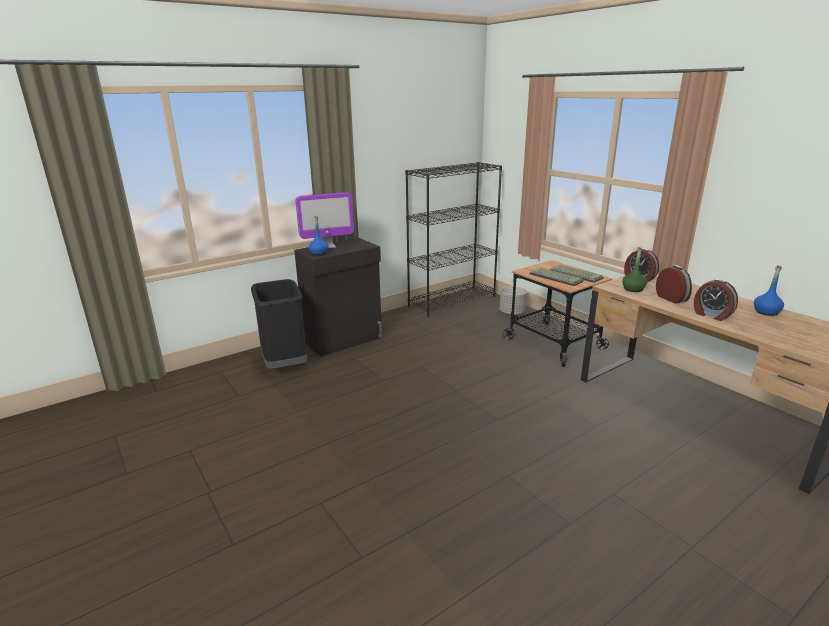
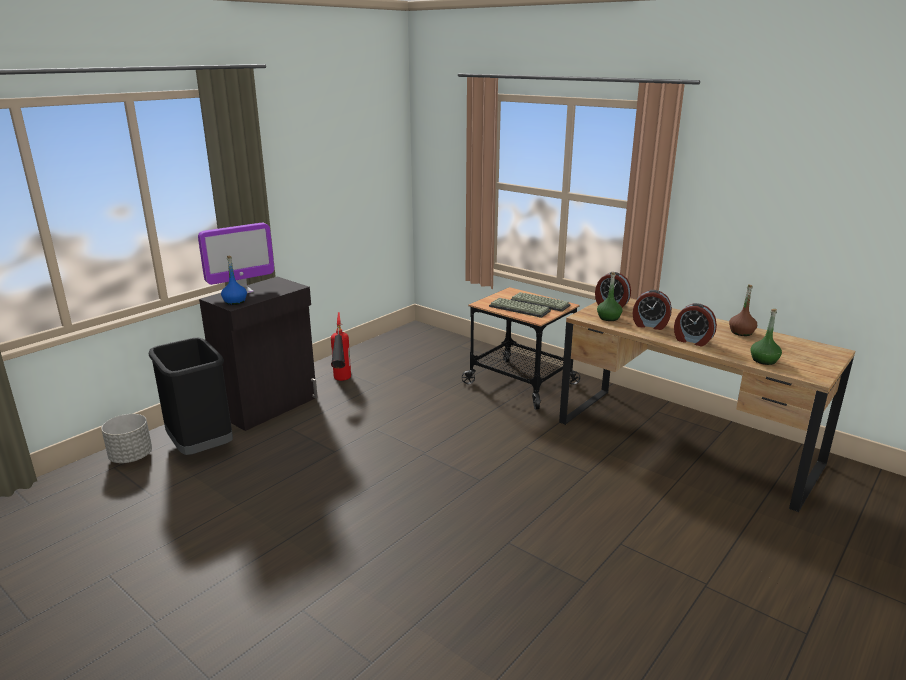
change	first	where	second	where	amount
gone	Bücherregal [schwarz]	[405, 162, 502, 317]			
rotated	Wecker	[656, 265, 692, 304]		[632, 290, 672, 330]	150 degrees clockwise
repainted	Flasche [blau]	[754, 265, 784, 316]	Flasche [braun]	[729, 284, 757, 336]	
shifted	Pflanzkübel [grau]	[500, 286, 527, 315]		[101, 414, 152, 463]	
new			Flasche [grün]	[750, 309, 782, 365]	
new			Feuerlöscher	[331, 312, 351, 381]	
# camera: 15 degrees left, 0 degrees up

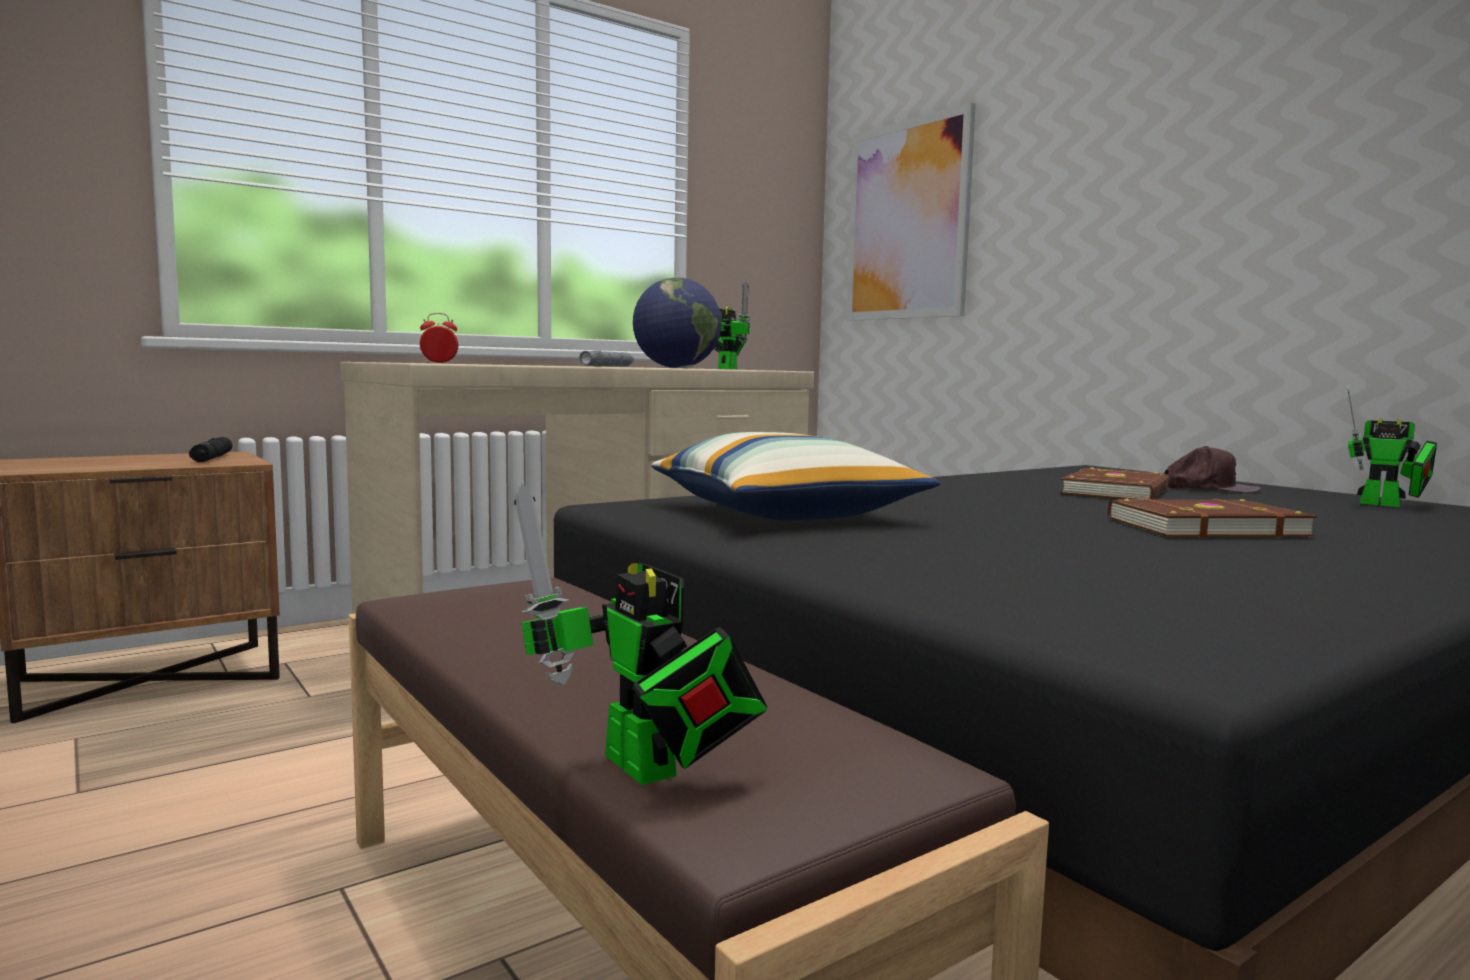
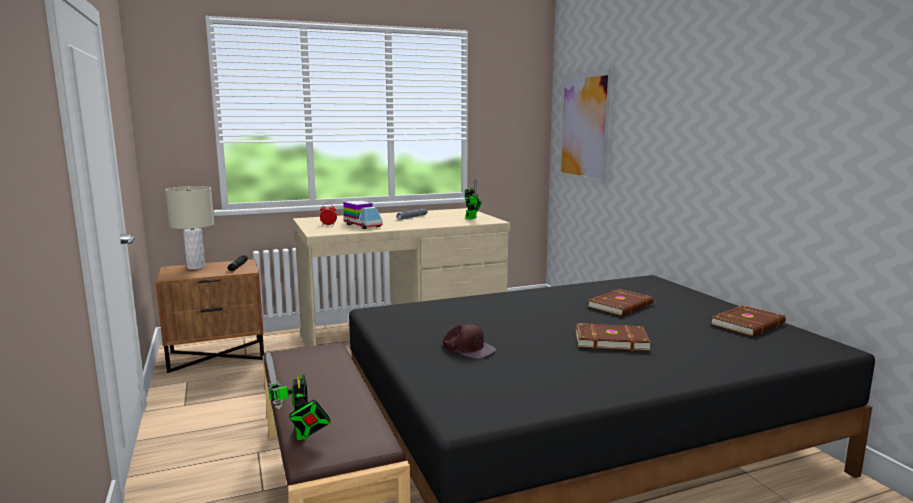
change	first	where	second	where	amount
gone	Globus	[633, 277, 722, 368]			
swapped	Spielzeugroboter	[1347, 385, 1437, 507]	Buch [braun]	[710, 305, 786, 337]	
gone	Kissen	[651, 432, 940, 520]			
shifted	Kappe [braun]	[1164, 446, 1261, 493]		[443, 323, 496, 359]	
new			Tischlampe [beige]	[165, 186, 214, 269]	
new			Spielzeuglaster	[343, 200, 383, 229]	
# camera: 15 degrees right, 5 degrees up

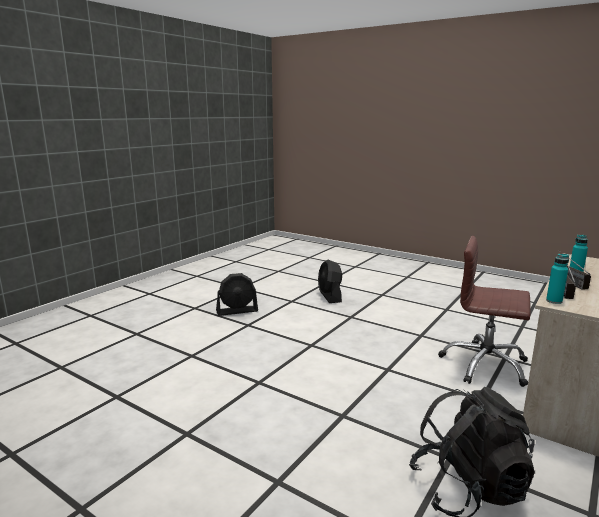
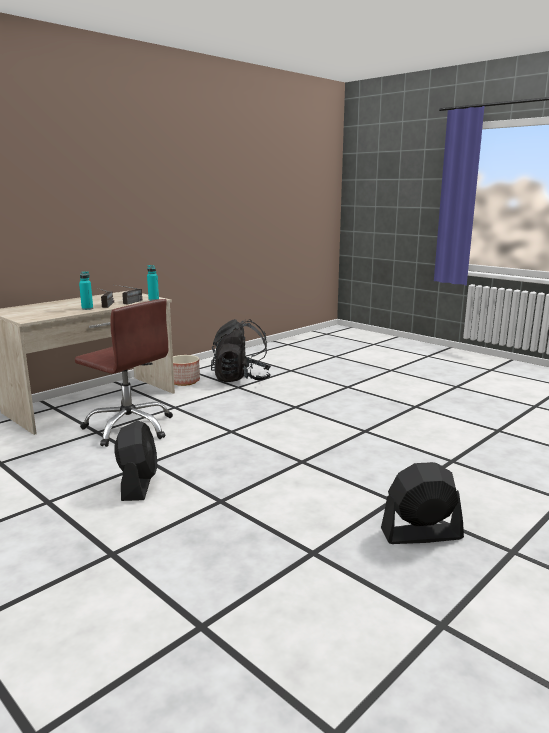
change	first	where	second	where	amount
shifted	Ventilator [schwarz]	[318, 260, 342, 303]		[114, 420, 157, 501]	
new			Pflanzkübel	[173, 355, 200, 386]	
# camera: 170 degrees left, 0 degrees up

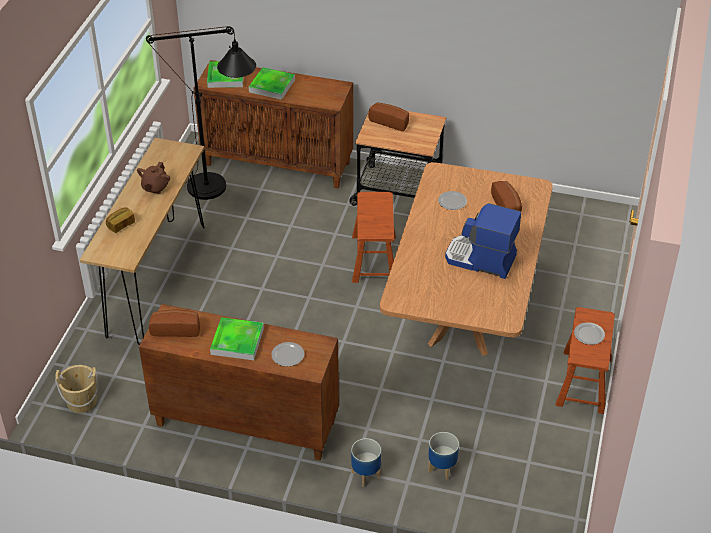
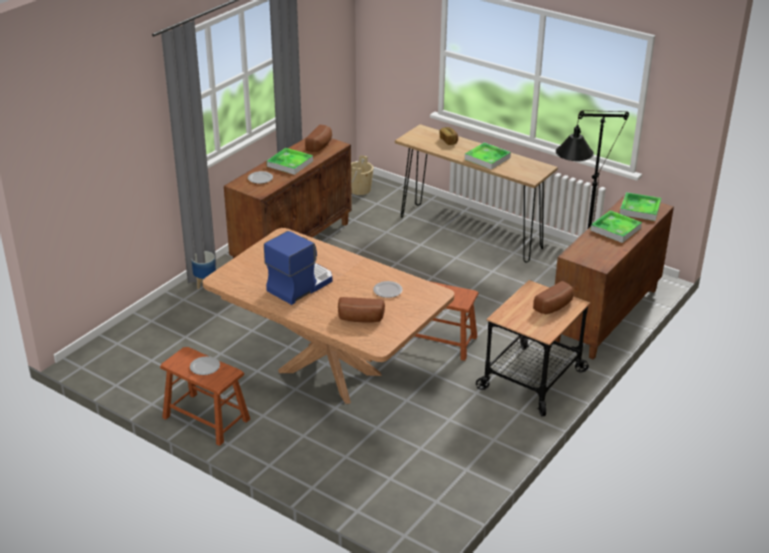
change	first	where	second	where	amount
swapped	Teekanne [braun]	[137, 162, 170, 194]	Tablett	[465, 142, 511, 170]	
gone	Pflanzkübel	[428, 432, 459, 480]			
# camera: 110 degrees right, 10 degrees down

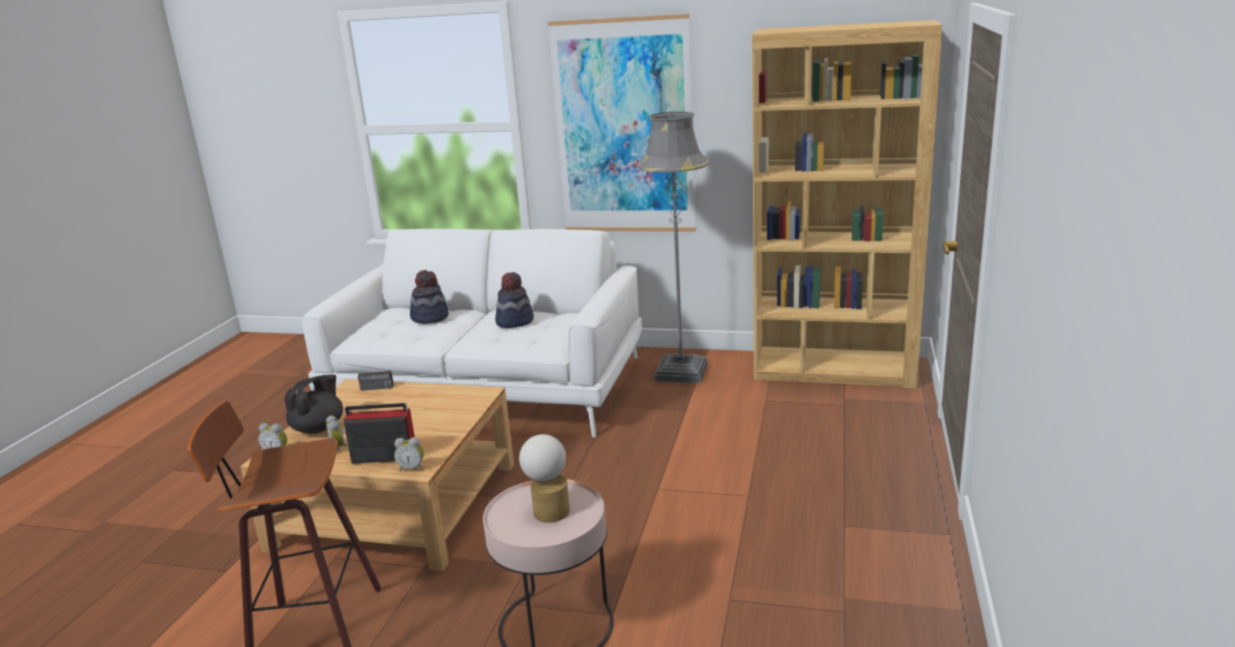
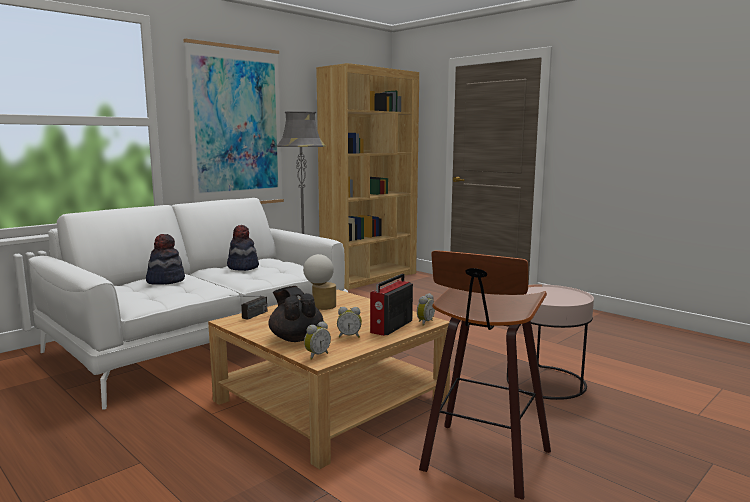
change	first	where	second	where	amount
shifted	Tischlampe	[519, 434, 570, 523]		[303, 254, 336, 310]	
# camera: 60 degrees left, 10 degrees down

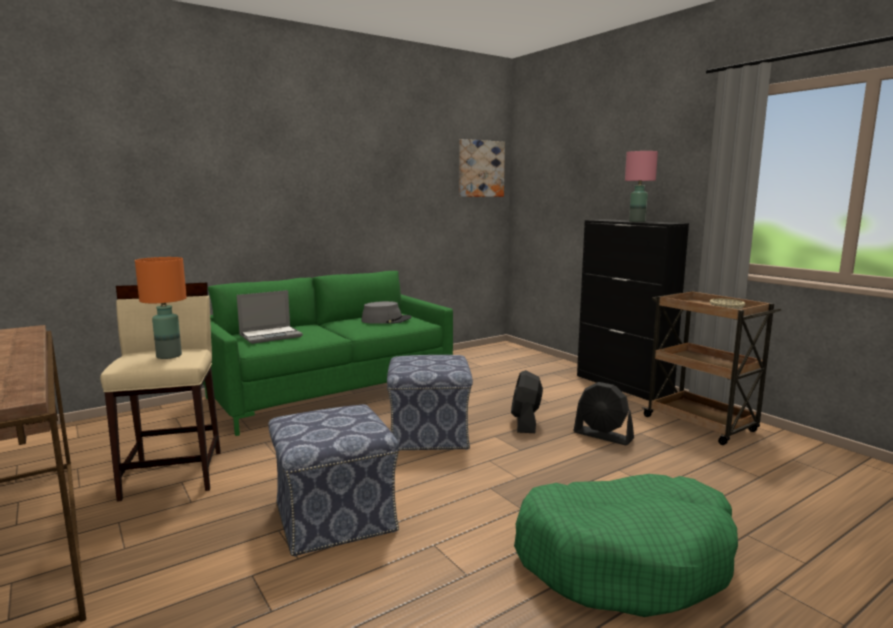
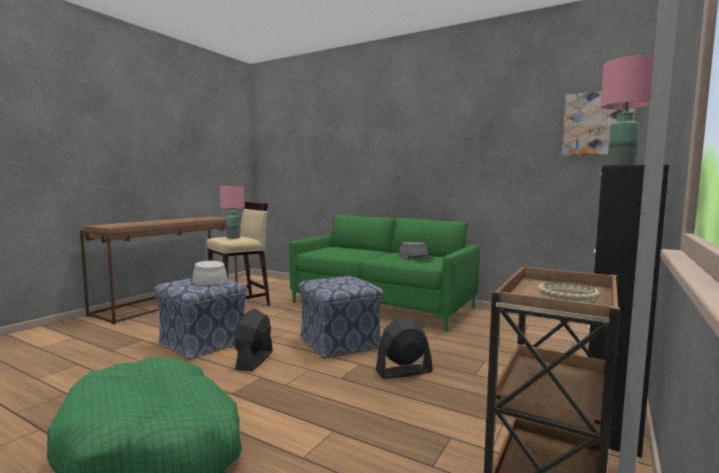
change	first	where	second	where	amount
repainted	Tischlampe [orange]	[135, 257, 187, 359]	Tischlampe [rosa]	[220, 186, 244, 239]	
gone	Laptop	[237, 290, 303, 344]			
shifted	Ventilator [schwarz]	[573, 382, 634, 445]		[234, 309, 273, 371]	
new			Hut [grau]	[191, 261, 228, 285]	
# camera: 65 degrees right, 5 degrees down

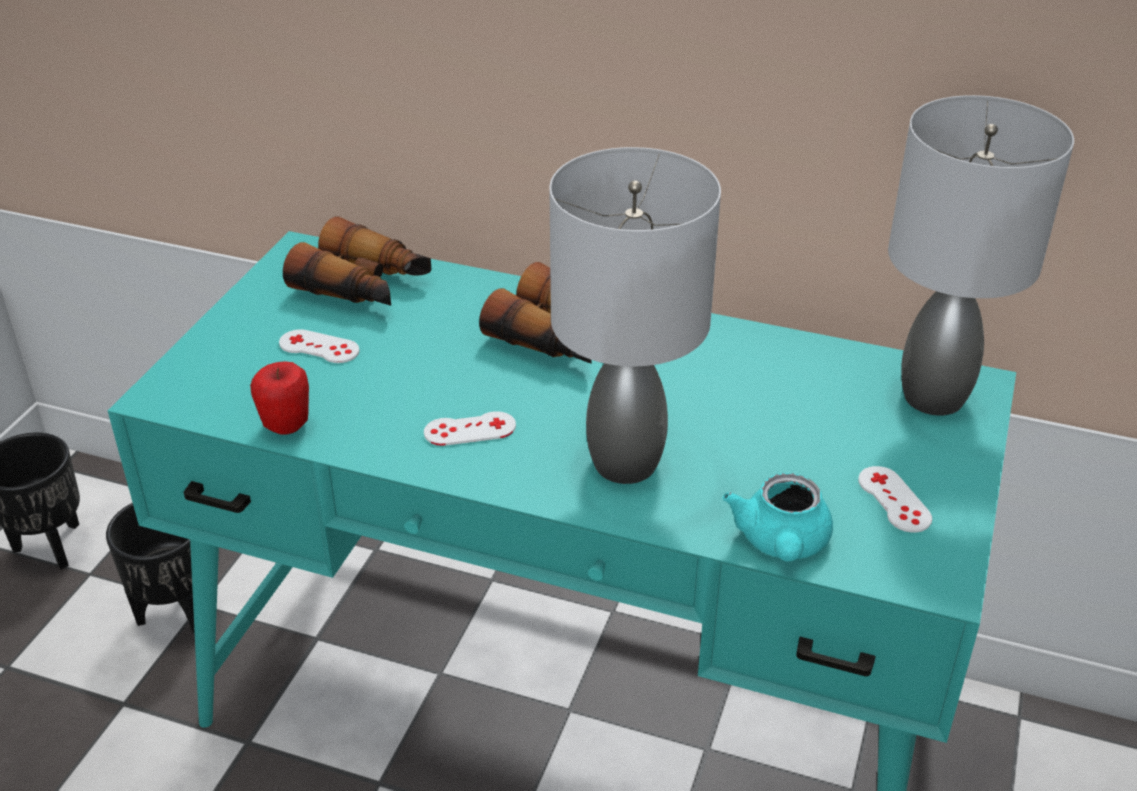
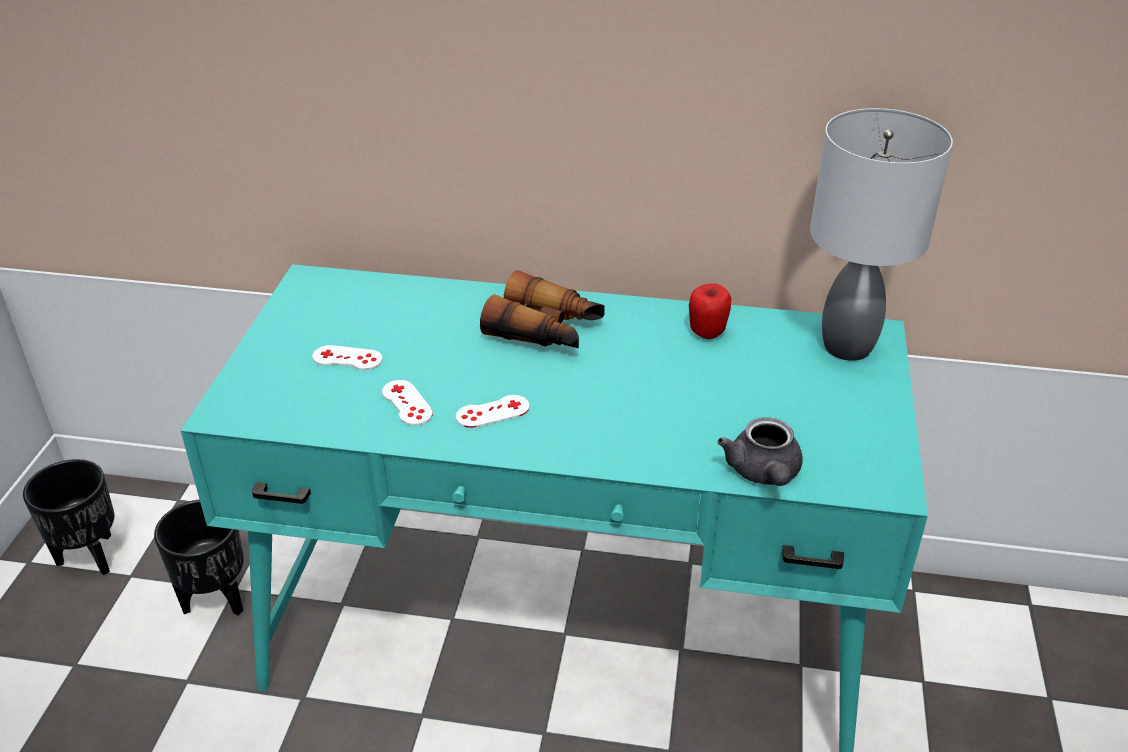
change	first	where	second	where	amount
gone	Tischlampe [grau]	[550, 147, 721, 484]			
gone	Fernglas	[283, 217, 431, 306]			
shifted	Apfel	[250, 361, 309, 435]		[689, 284, 731, 339]	
shifted	Gamepad [weiß]	[858, 466, 932, 533]		[382, 380, 433, 426]	
repainted	Teekanne [türkis]	[722, 473, 833, 562]	Teekanne [grau]	[717, 417, 803, 486]	
# camera: 10 degrees left, 0 degrees up

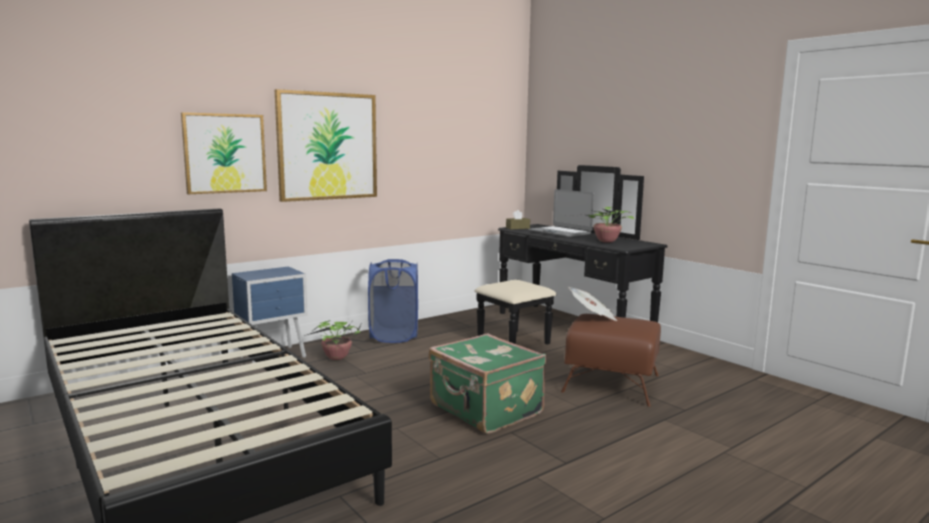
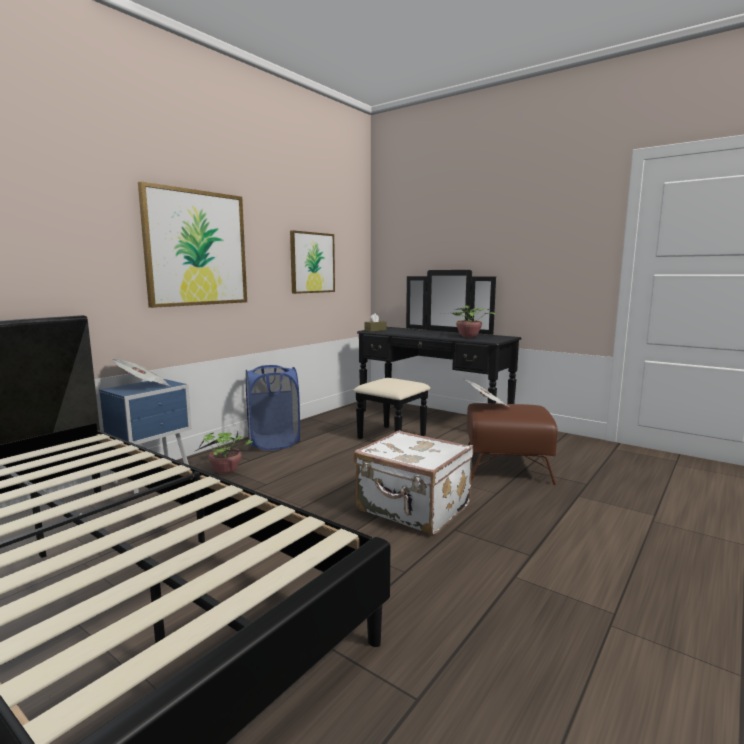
change	first	where	second	where	amount
shifted	Bild	[181, 112, 267, 194]		[290, 230, 335, 294]	
gone	Laptop	[528, 189, 594, 237]			
repainted	Koffer [grün]	[429, 333, 546, 434]	Koffer [weiß]	[354, 430, 473, 535]	
new			Zeitung	[111, 358, 170, 386]	
# camera: 15 degrees left, 0 degrees up

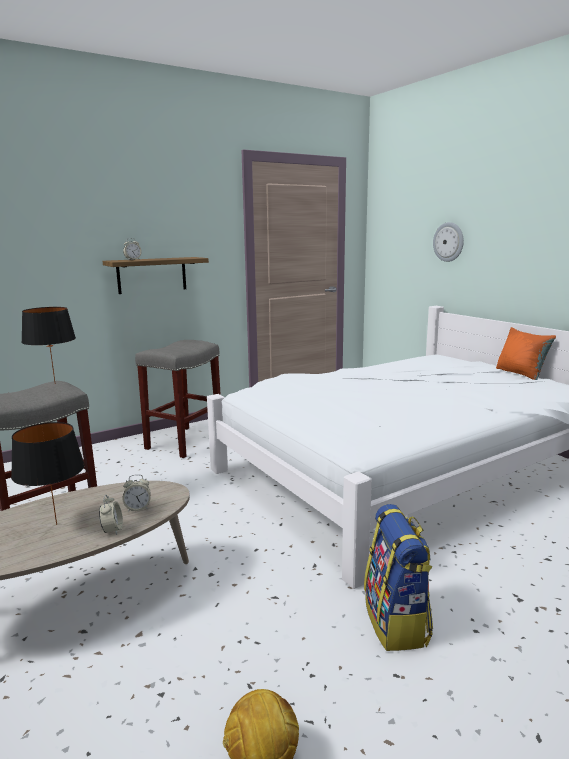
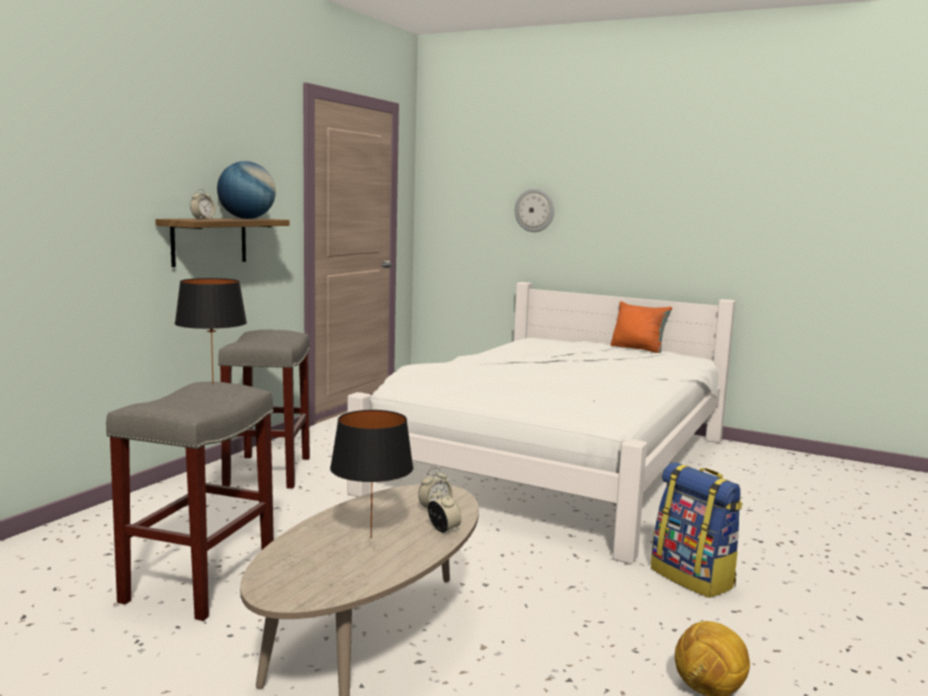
change	first	where	second	where	amount
new			Globus	[217, 161, 276, 219]	
# camera: 30 degrees left, 5 degrees down

